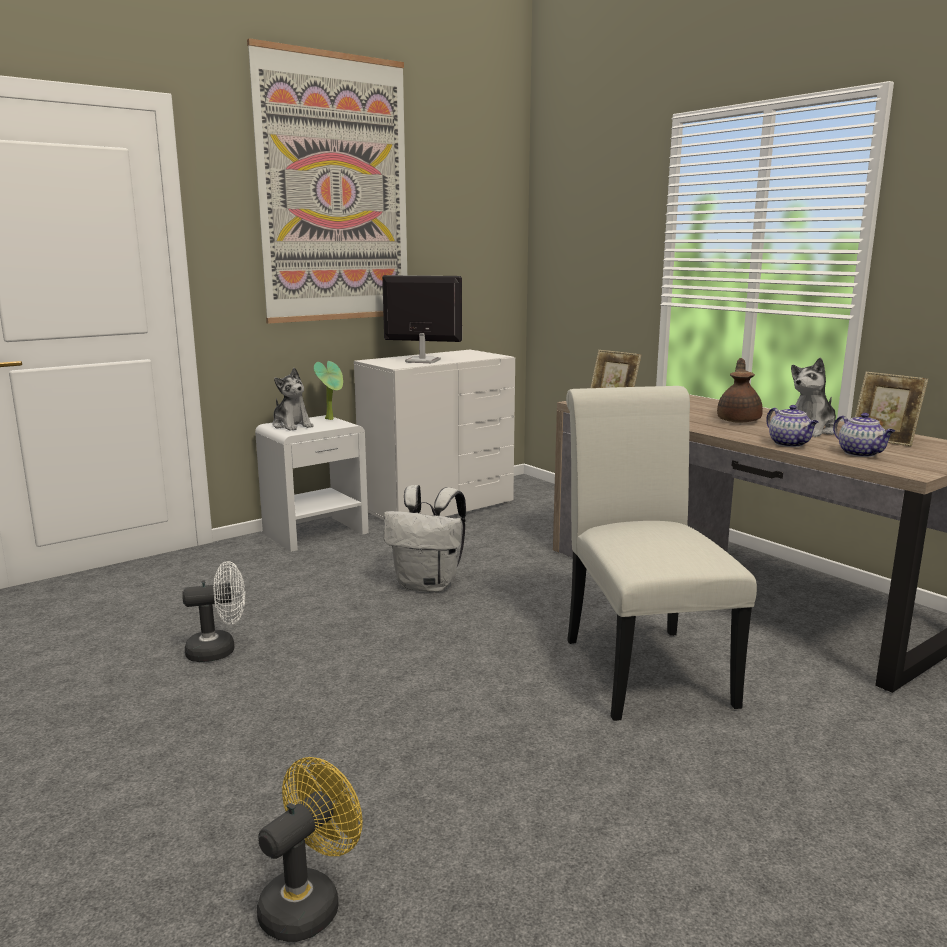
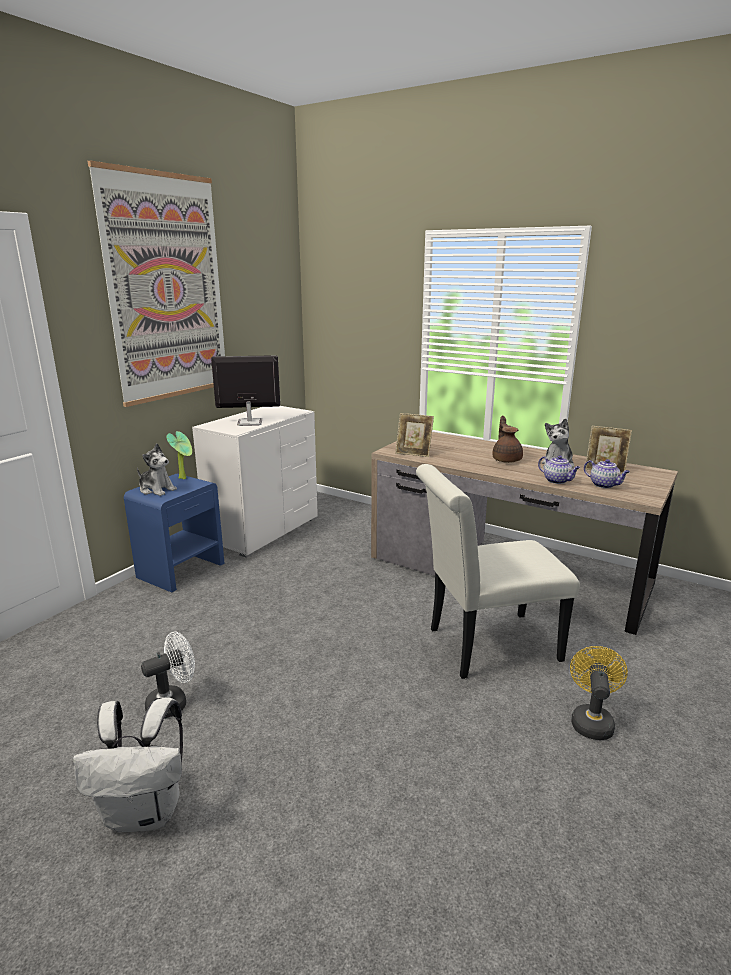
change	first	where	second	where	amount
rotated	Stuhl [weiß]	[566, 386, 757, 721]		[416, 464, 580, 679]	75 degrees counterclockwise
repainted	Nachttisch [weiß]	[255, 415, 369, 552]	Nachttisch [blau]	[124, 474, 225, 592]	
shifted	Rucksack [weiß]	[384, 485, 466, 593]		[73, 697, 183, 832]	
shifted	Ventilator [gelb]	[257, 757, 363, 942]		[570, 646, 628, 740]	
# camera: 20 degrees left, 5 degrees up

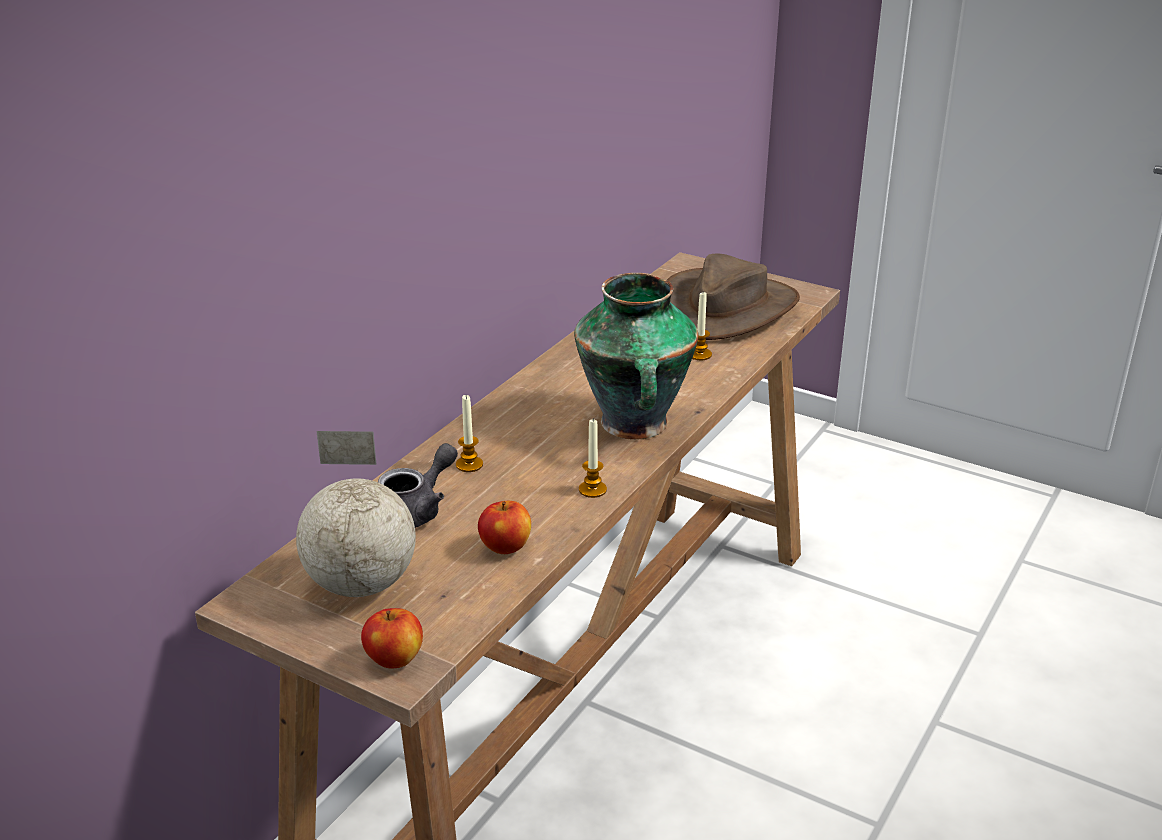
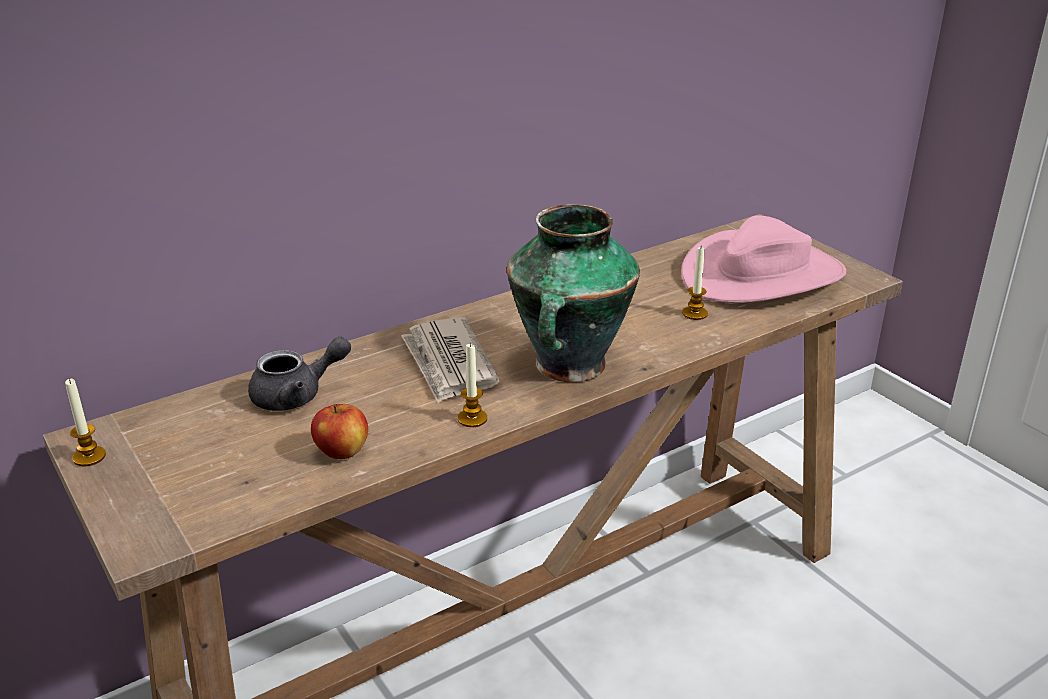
change	first	where	second	where	amount
repainted	Hut [braun]	[667, 254, 800, 340]	Hut [rosa]	[681, 215, 846, 303]	
shifted	Kerze	[456, 395, 483, 472]		[65, 378, 106, 466]	
gone	Globus	[296, 431, 416, 597]			
gone	Apfel	[361, 608, 423, 668]			
new			Zeitung	[401, 317, 500, 403]	
# camera: 25 degrees right, 0 degrees up

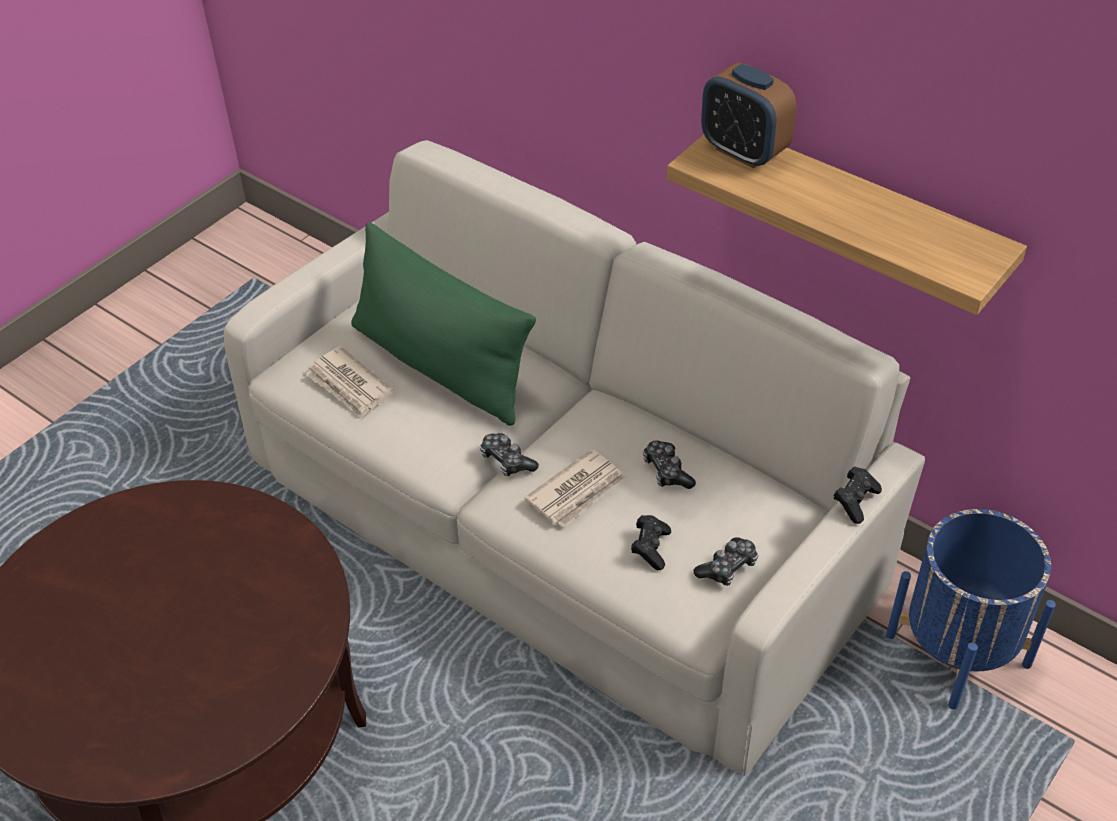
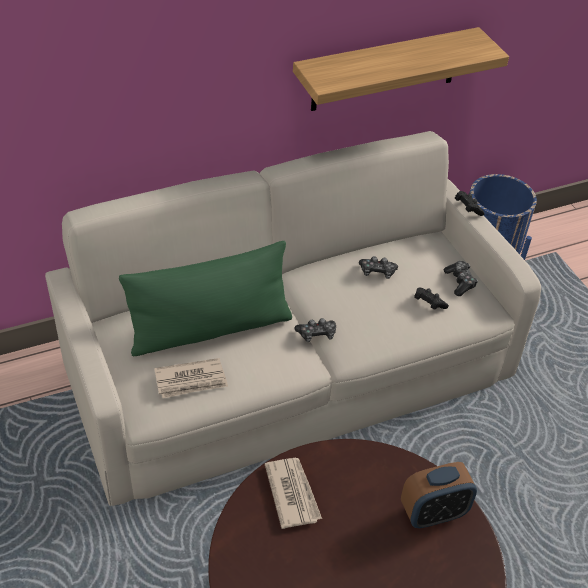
change	first	where	second	where	amount
shifted	Wecker	[701, 63, 796, 168]		[401, 462, 477, 528]	
shifted	Zeitung	[524, 449, 626, 527]		[265, 458, 322, 529]	
# camera: 65 degrees left, 0 degrees up

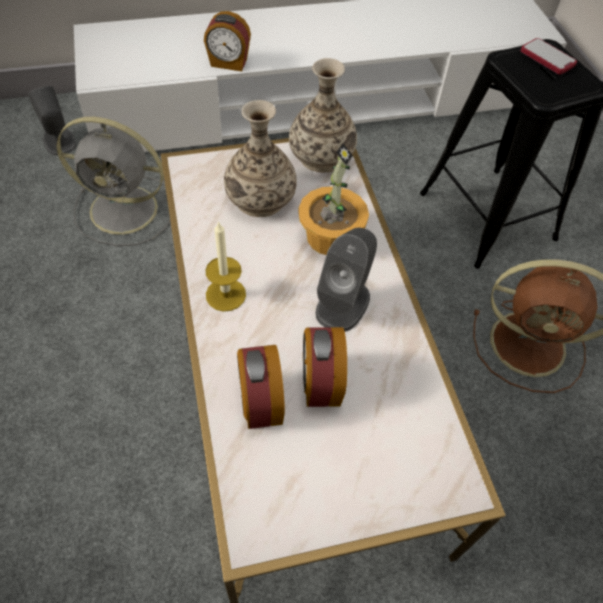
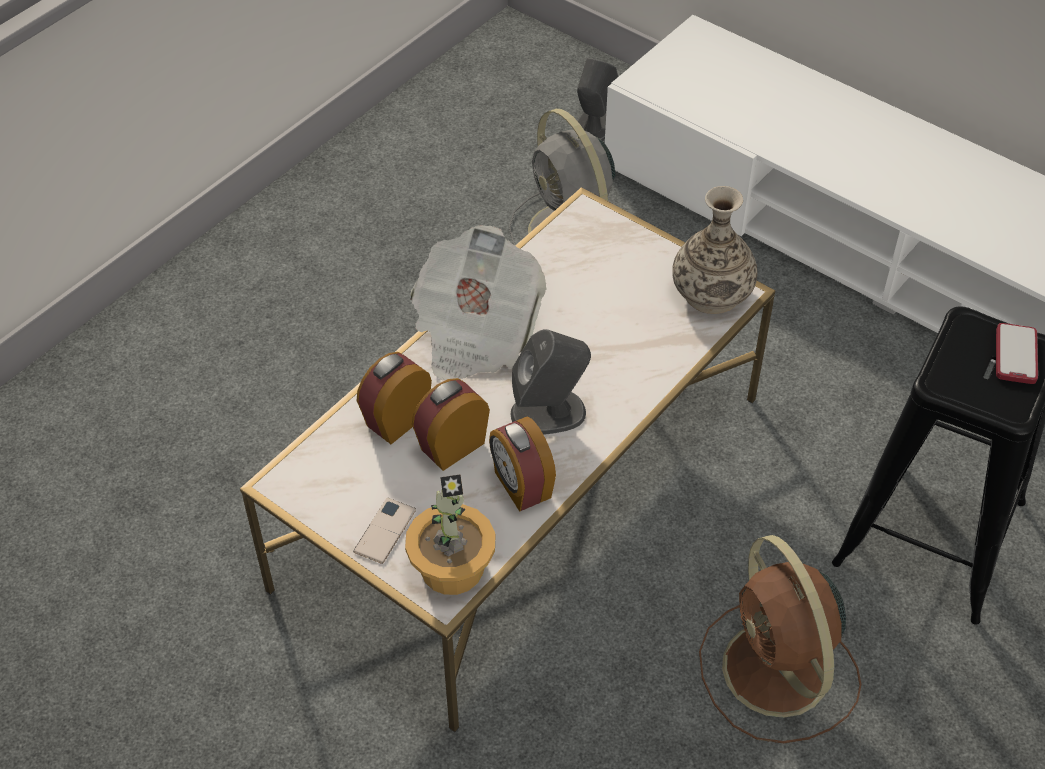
change	first	where	second	where	amount
shifted	Wecker	[204, 11, 251, 71]		[489, 416, 556, 512]	
gone	Vase	[224, 100, 297, 217]			
shifted	Topfpflanze	[298, 143, 369, 255]		[405, 474, 495, 595]	
swapped	Kerze	[205, 221, 246, 312]	Zeitung	[411, 225, 547, 380]	
new			Handy	[353, 498, 416, 564]	
# camera: 55 degrees right, 5 degrees down

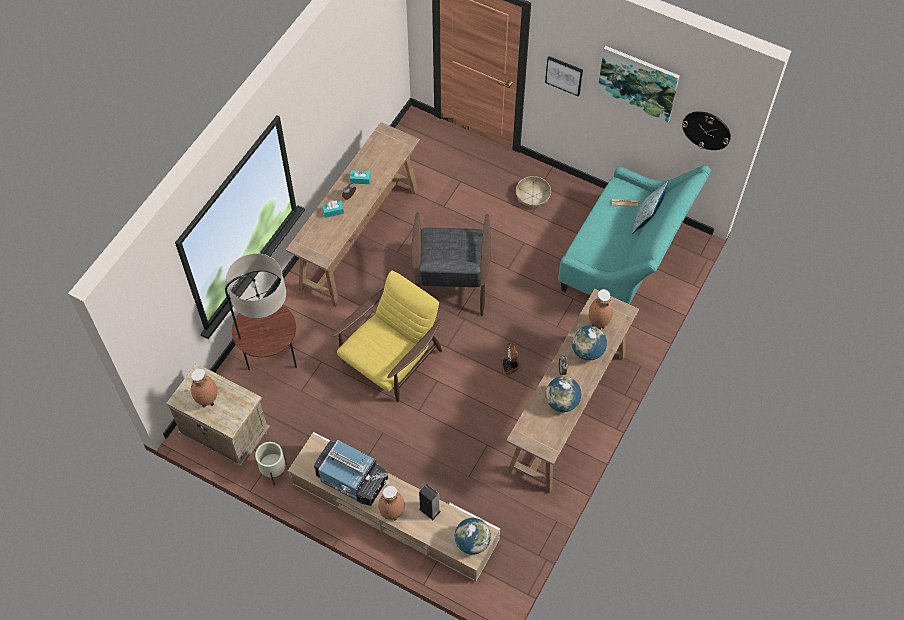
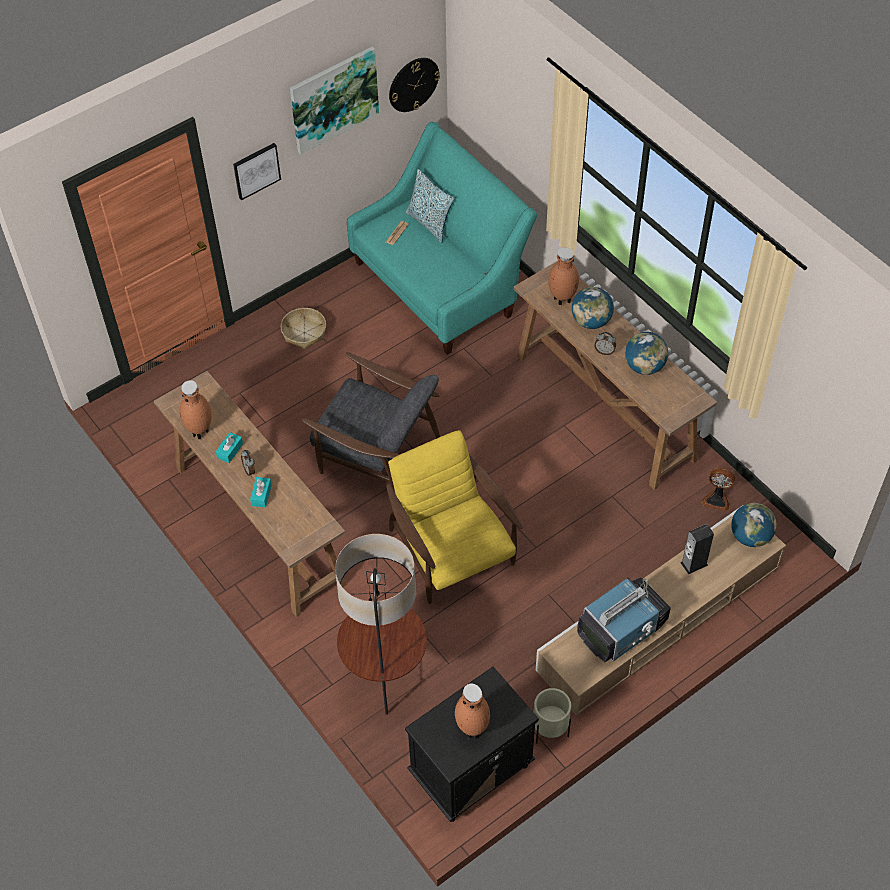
change	first	where	second	where	amount
shifted	Ventilator	[501, 343, 520, 376]		[702, 468, 735, 511]	
repainted	Nachttisch [beige]	[166, 363, 270, 468]	Nachttisch [schwarz]	[405, 667, 539, 822]	
shifted	Vase [braun]	[378, 486, 405, 521]		[180, 380, 211, 439]	
# camera: 65 degrees left, 5 degrees down

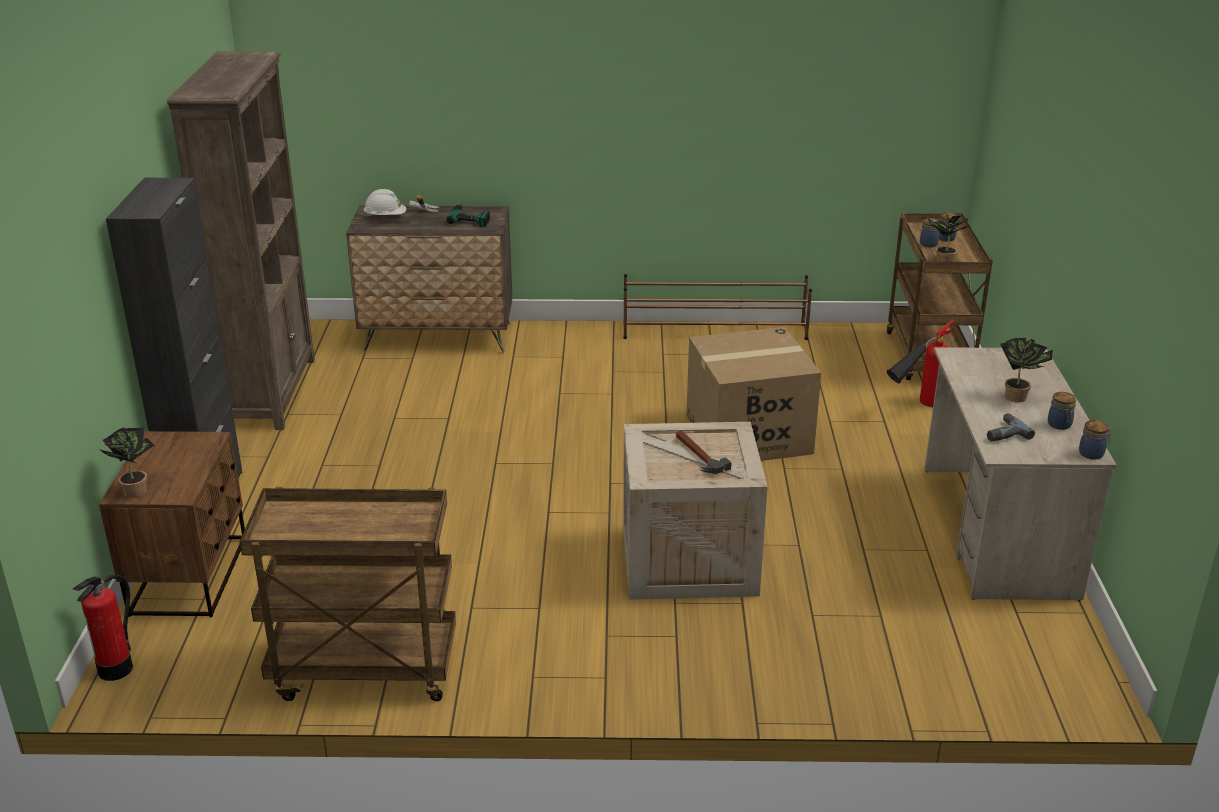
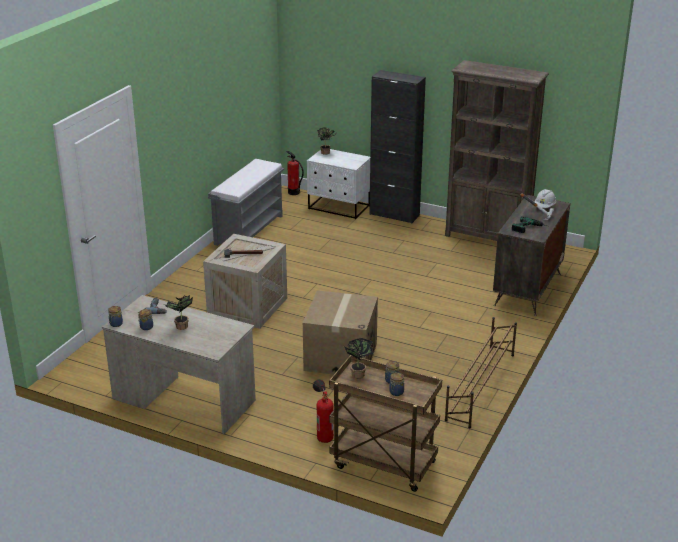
change	first	where	second	where	amount
repainted	Nachttisch [braun]	[99, 431, 245, 617]	Nachttisch [weiß]	[307, 149, 370, 219]	
swapped	Rollwagen [braun]	[240, 487, 456, 701]	Bank [grau]	[208, 159, 284, 246]	
# camera: 115 degrees right, 0 degrees up

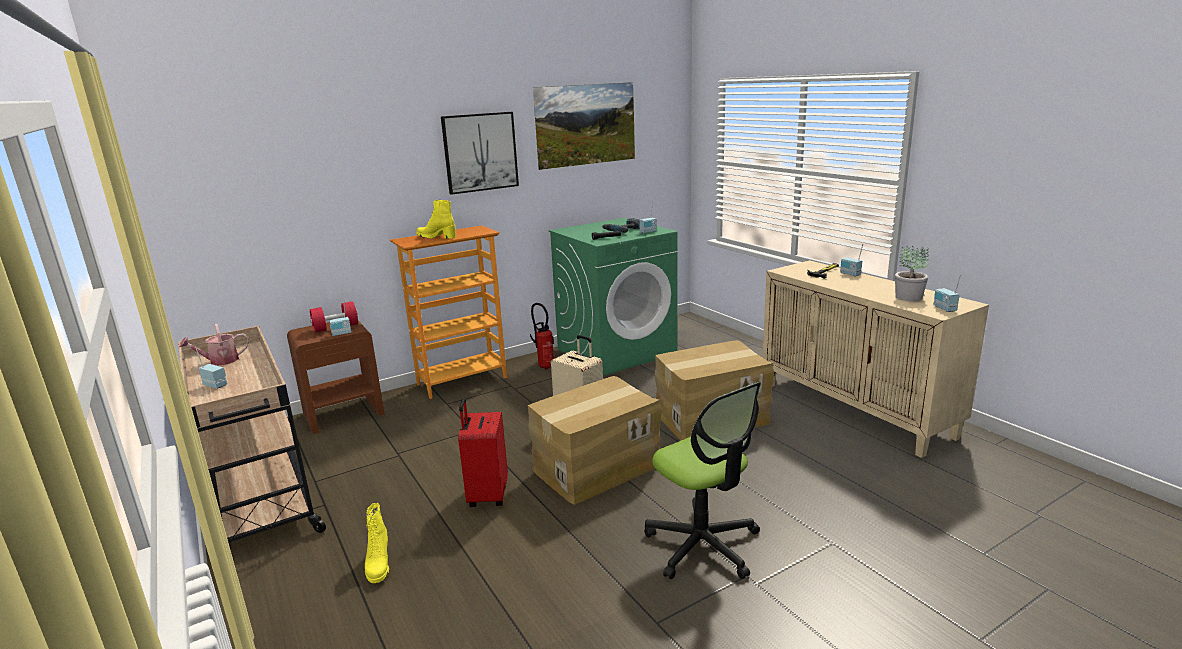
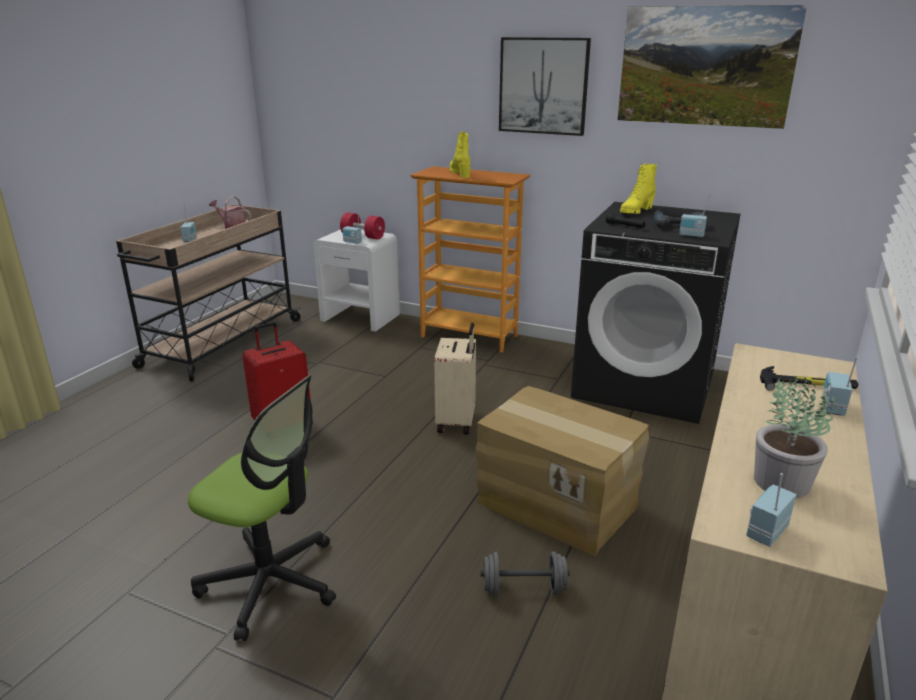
change	first	where	second	where	amount
repainted	Waschmaschine [grün]	[549, 218, 678, 376]	Waschmaschine [schwarz]	[571, 202, 741, 424]	
gone	Feuerlöscher	[530, 303, 554, 370]			
repainted	Nachttisch [braun]	[287, 321, 385, 434]	Nachttisch [weiß]	[313, 229, 400, 332]	
gone	Karton	[528, 376, 662, 505]			
rotated	Bürostuhl	[644, 382, 761, 579]		[188, 375, 336, 641]	90 degrees counterclockwise
shifted	Stiefel [gelb]	[365, 503, 389, 583]		[620, 164, 657, 214]	
new			Hantel [grau]	[480, 552, 569, 595]	
# camera: 55 degrees right, 5 degrees up

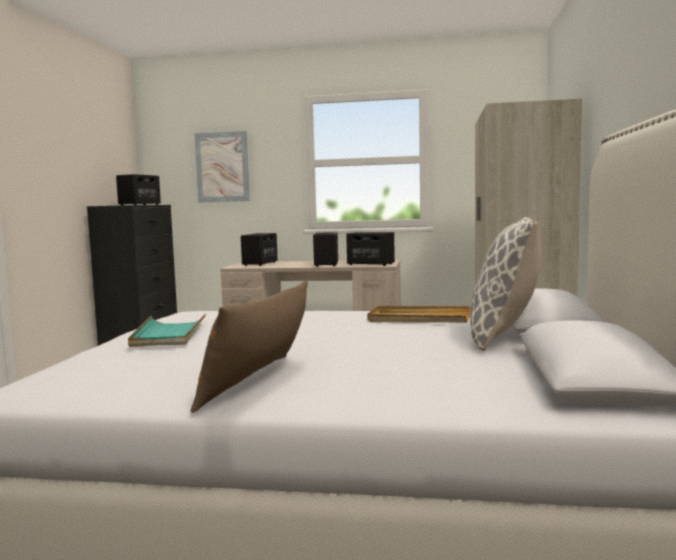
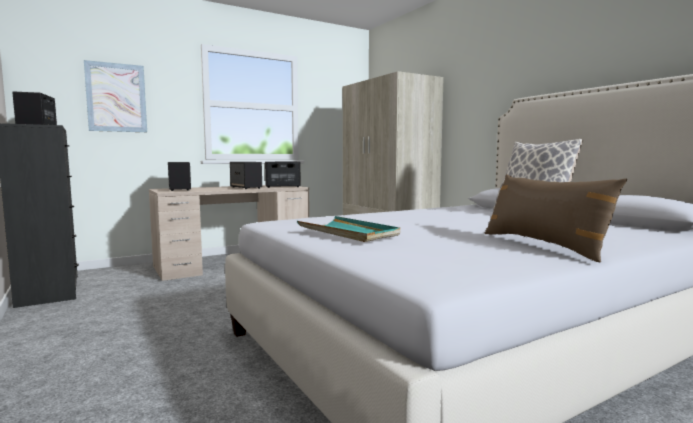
change	first	where	second	where	amount
gone	Tablett [beige]	[367, 306, 471, 323]			
# camera: 40 degrees left, 0 degrees up

